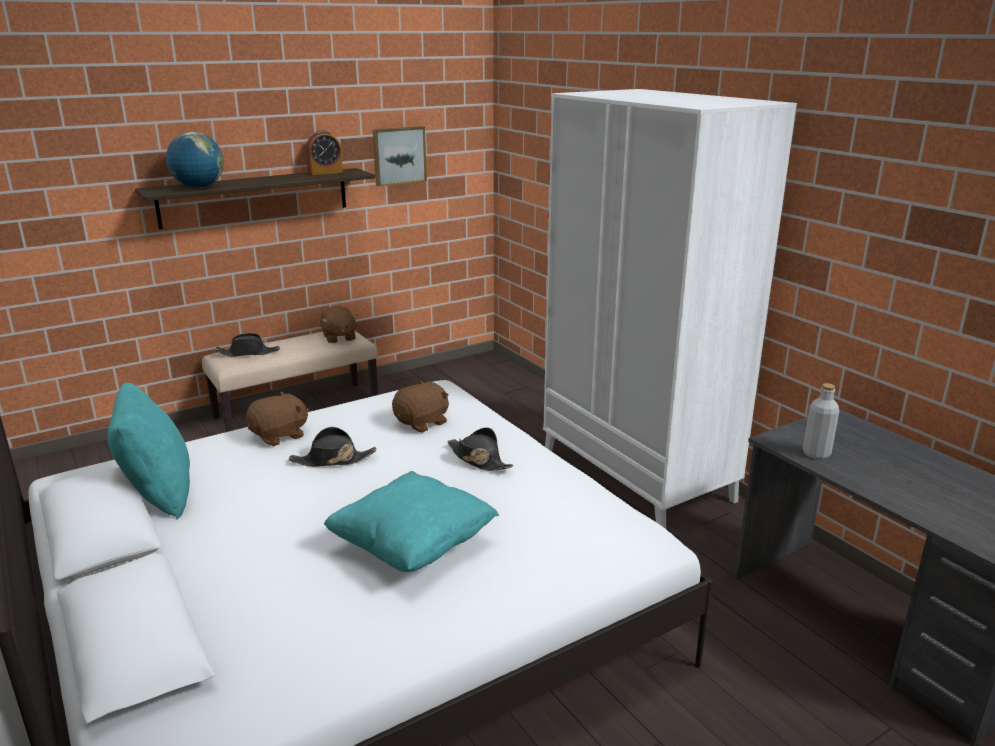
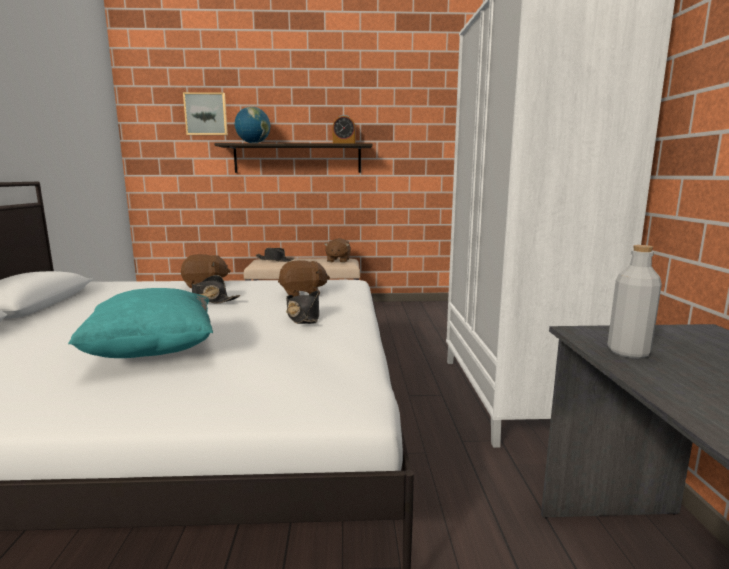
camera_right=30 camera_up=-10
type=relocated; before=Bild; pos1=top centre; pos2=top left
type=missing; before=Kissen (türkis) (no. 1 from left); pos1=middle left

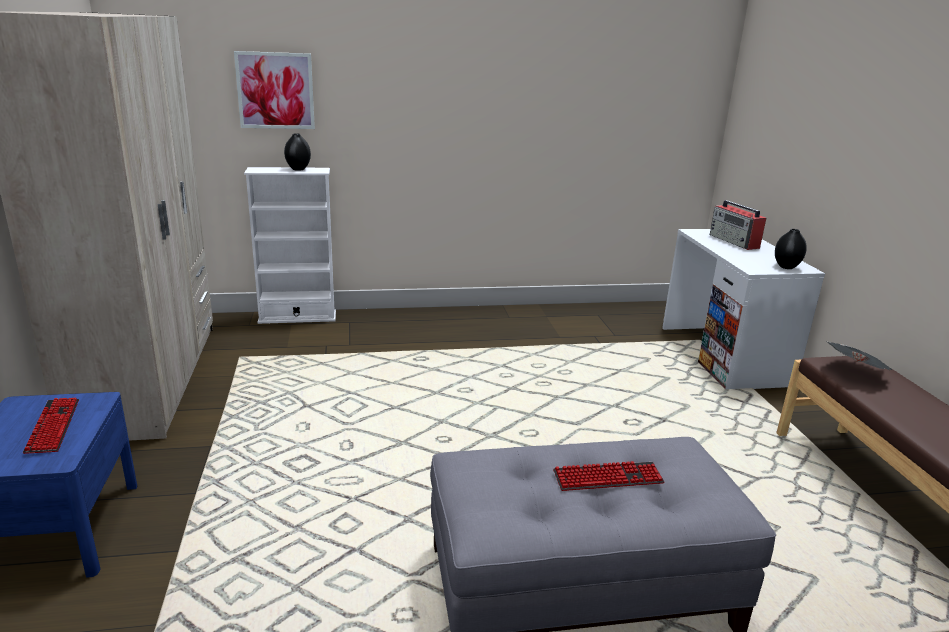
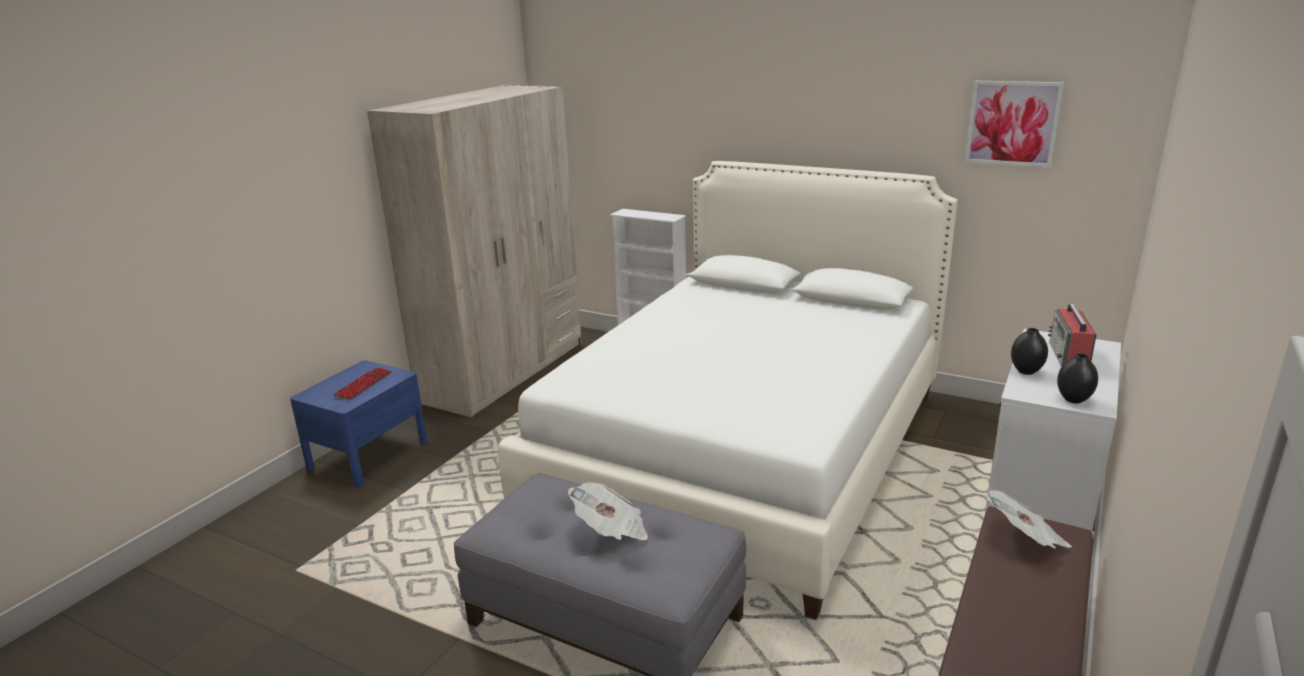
camera_right=40 camera_up=0
type=appeared; after=Bett (weiß); pos2=centre
type=exchanged; before=Tastatur (no. 2 from left); after=Zeitung (no. 1 from left); pos1=bottom centre; pos2=bottom centre
type=relocated; before=Bild; pos1=top left; pos2=top right
type=relocated; before=Vase (schwarz) (no. 1 from left); pos1=top left; pos2=middle right

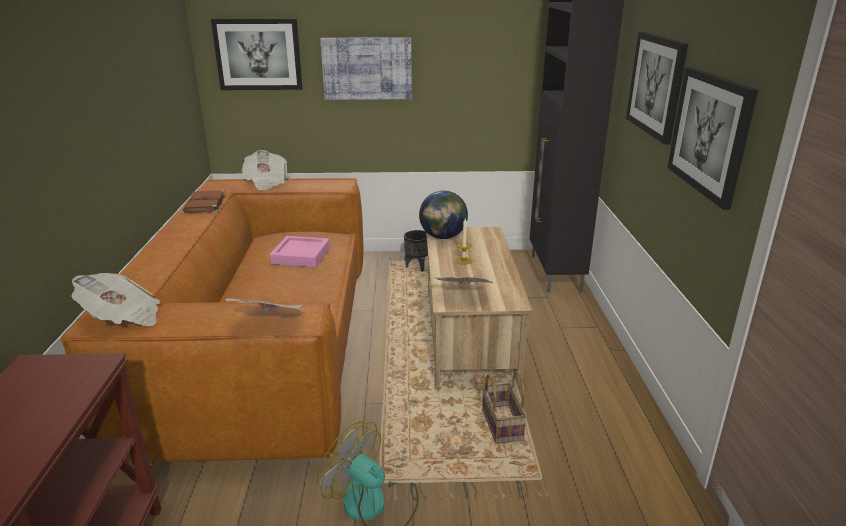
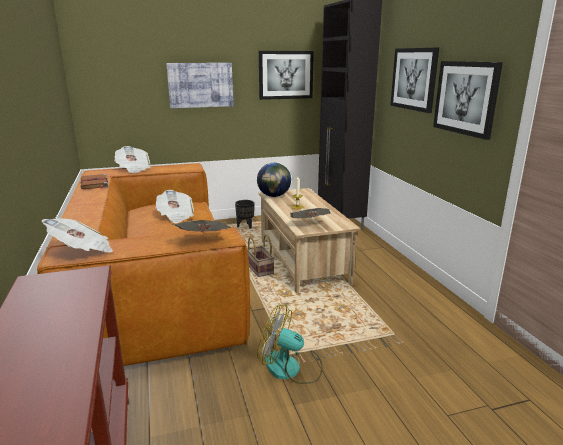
camera_right=-15 camera_up=-5
type=exchanged; before=Tablett (rosa); after=Zeitung (no. 3 from left); pos1=centre; pos2=middle left
type=relocated; before=Korb; pos1=bottom centre; pos2=centre
type=relocated; before=Bild (no. 1 from left in the first image); after=Bild (no. 2 from left); pos1=top left; pos2=top centre

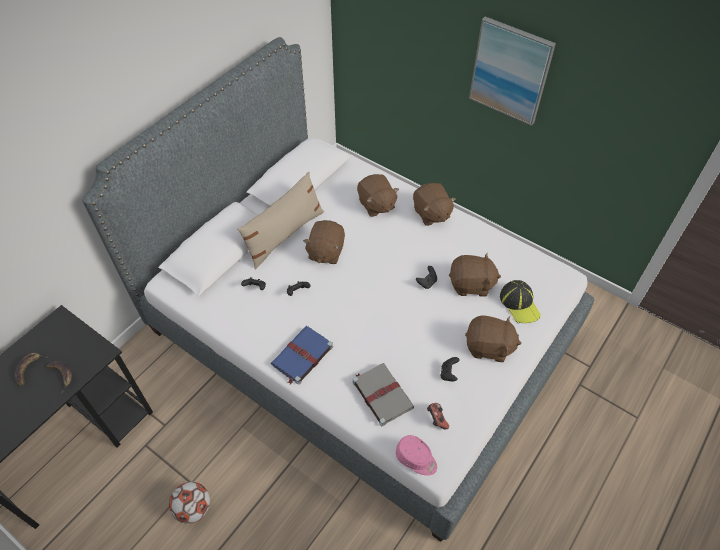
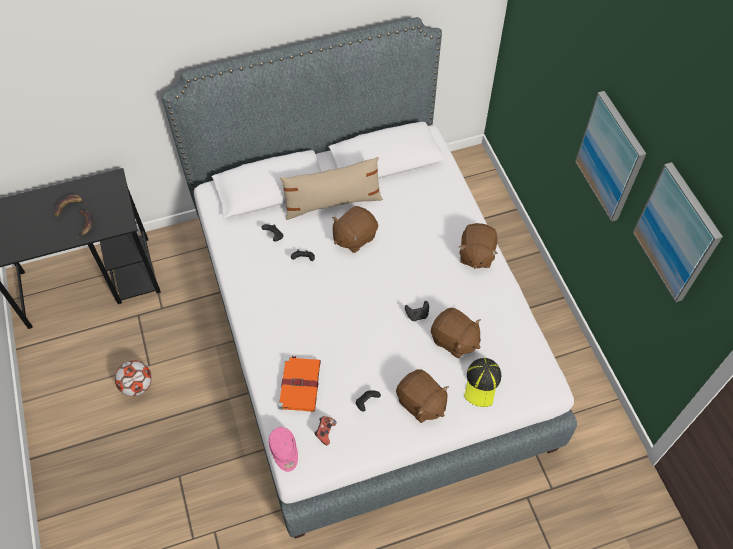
camera_right=35 camera_up=5
type=colour; before=Buch (grau); after=Buch (orange); pos1=bottom centre; pos2=bottom centre
type=appeared; after=Bild (no. 2 from left); pos2=middle right
type=missing; before=Buch (blau); pos1=centre
type=missing; before=Plüschtier (braun) (no. 2 from left); pos1=centre

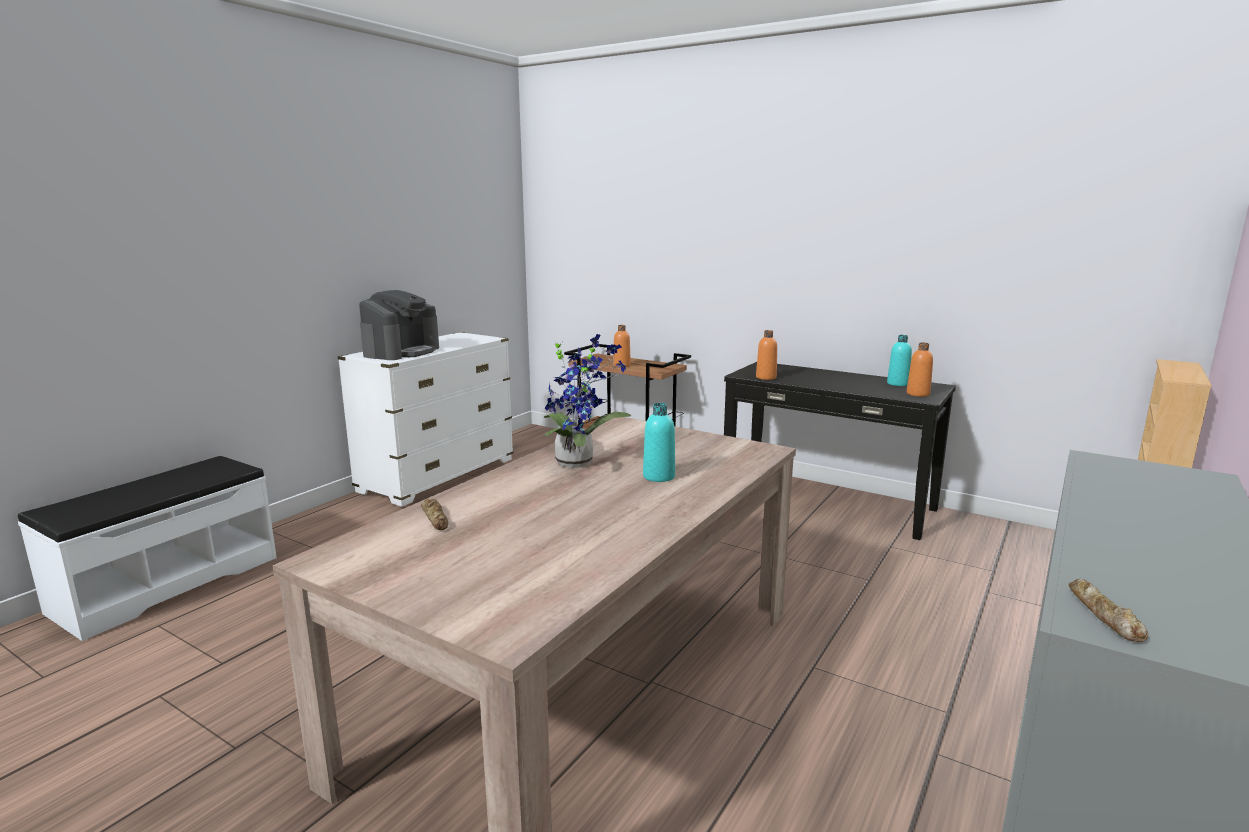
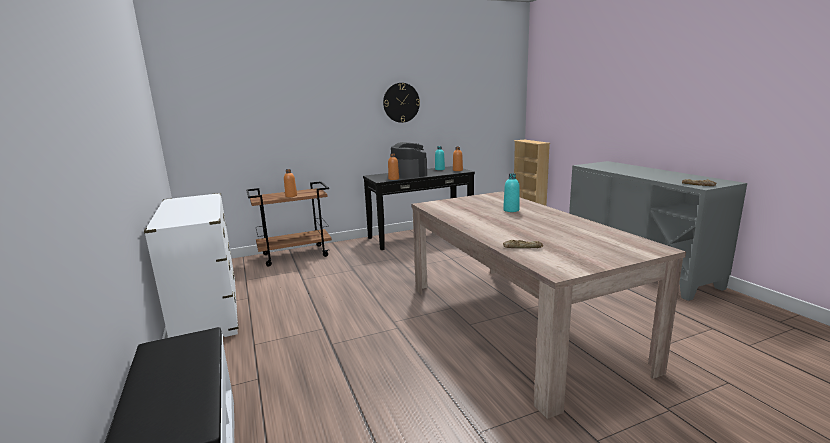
camera_right=-55 camera_up=0
type=appeared; after=Wanduhr; pos2=top centre
type=relocated; before=Kaffeemaschine; pos1=middle left; pos2=centre
type=missing; before=Topfpflanze; pos1=centre

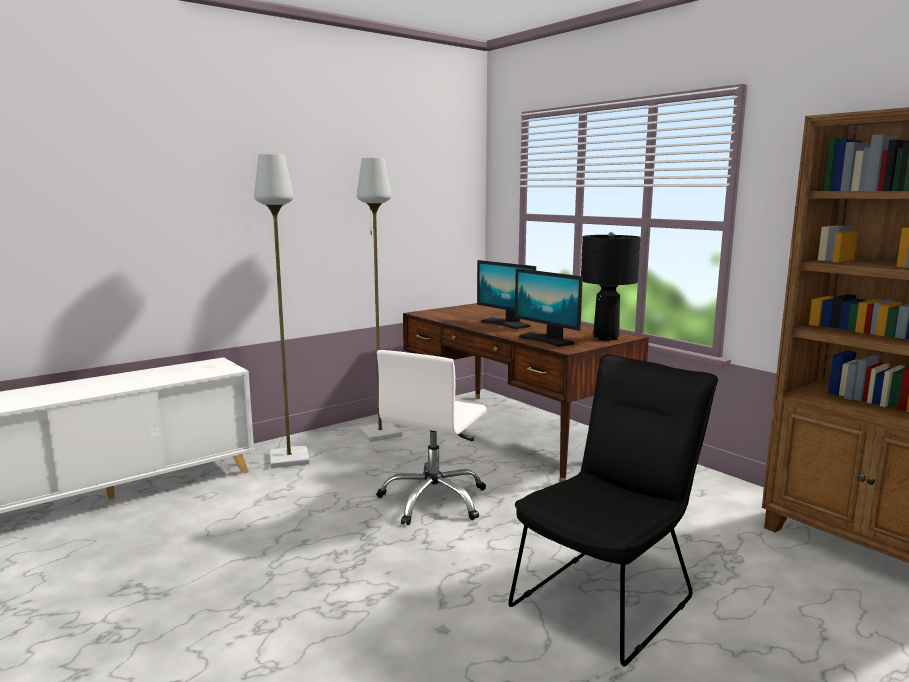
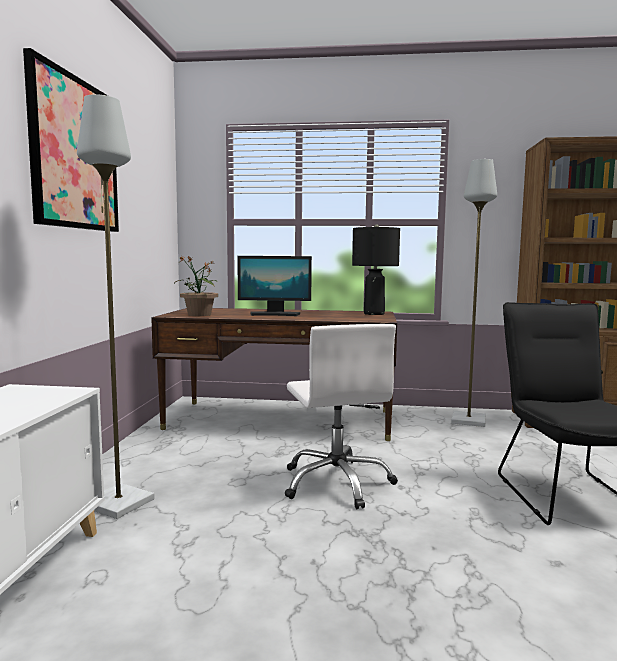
camera_right=-45 camera_up=-5
type=appeared; after=Bild; pos2=top left
type=appeared; after=Topfpflanze; pos2=middle left
type=relocated; before=Stehlampe (grau) (no. 2 from left); pos1=centre; pos2=middle right
type=missing; before=Monitor (no. 2 from left); pos1=centre

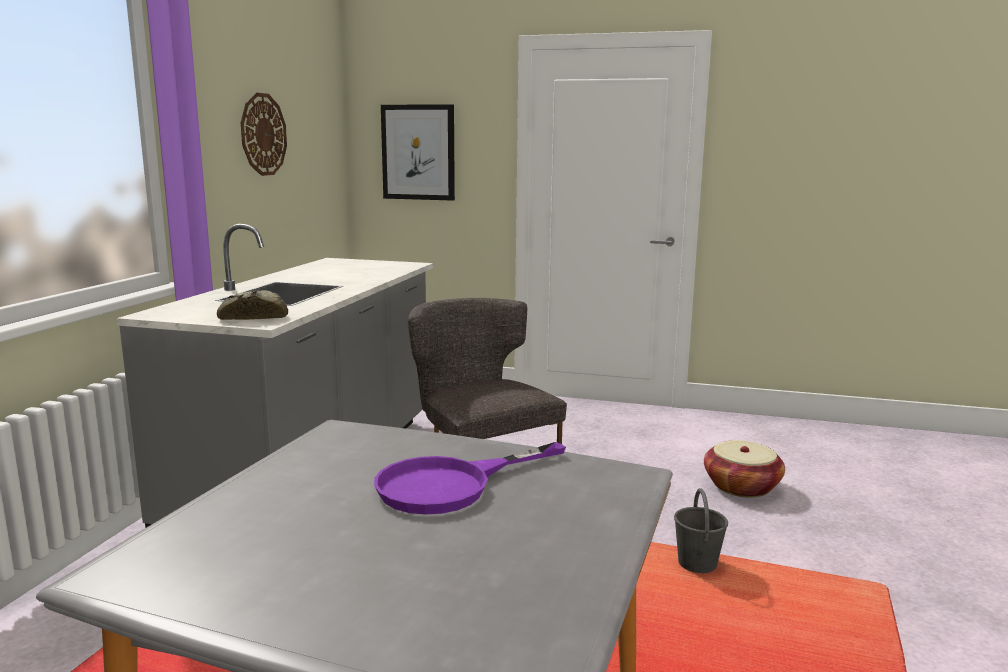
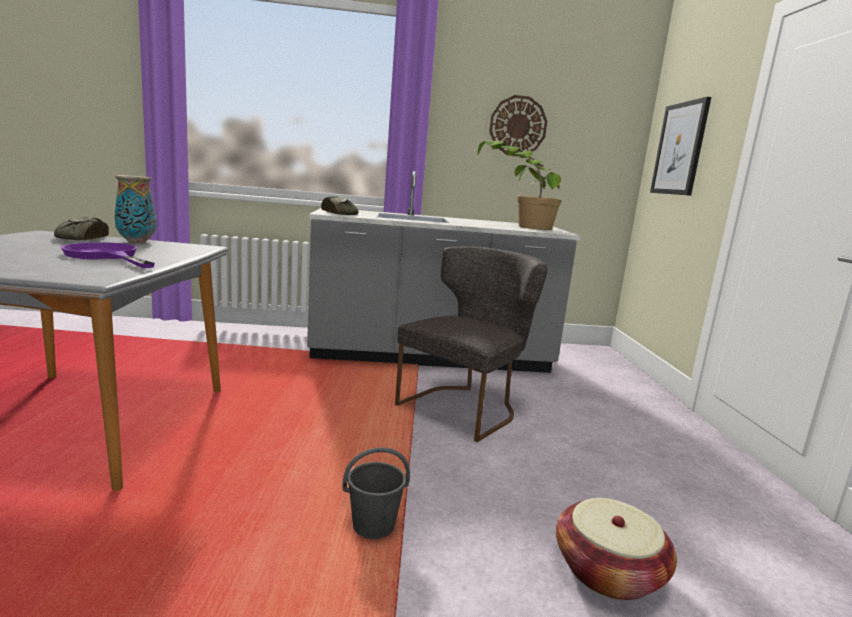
camera_right=70 camera_up=0
type=appeared; after=Brot (no. 1 from left); pos2=middle left
type=appeared; after=Vase; pos2=middle left
type=appeared; after=Topfpflanze; pos2=top centre

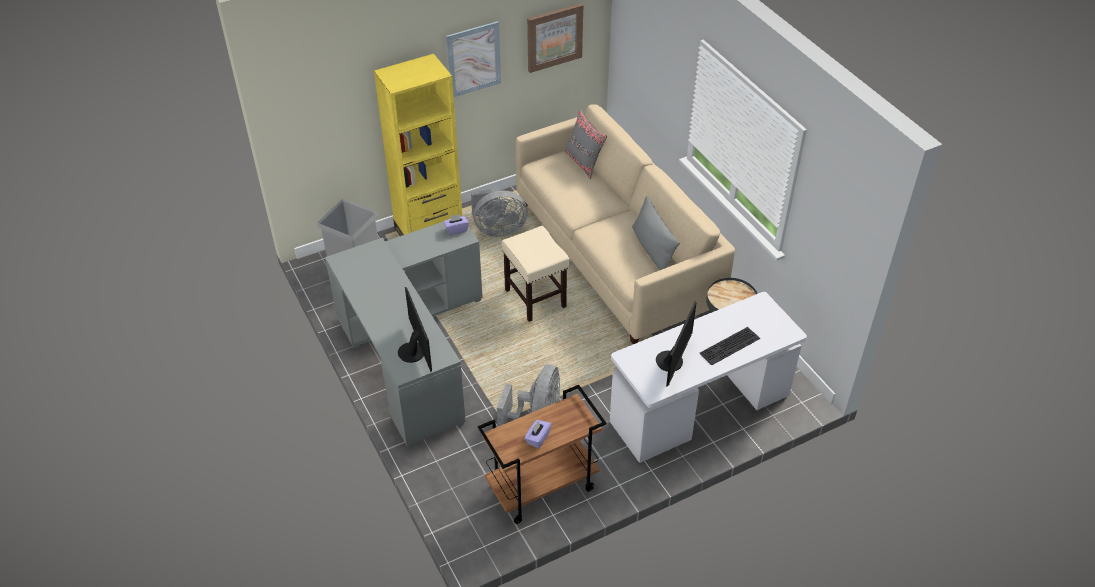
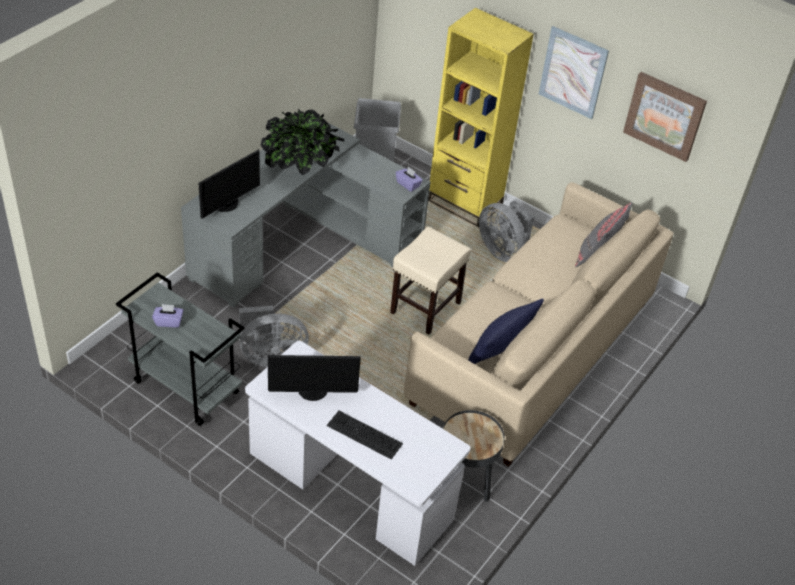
camera_right=60 camera_up=0
type=colour; before=Rollwagen (braun); after=Rollwagen (grau); pos1=bottom centre; pos2=middle left
type=appeared; after=Topfpflanze; pos2=top centre
type=colour; before=Kissen (grau) (no. 2 from left); after=Kissen (blau); pos1=centre; pos2=centre

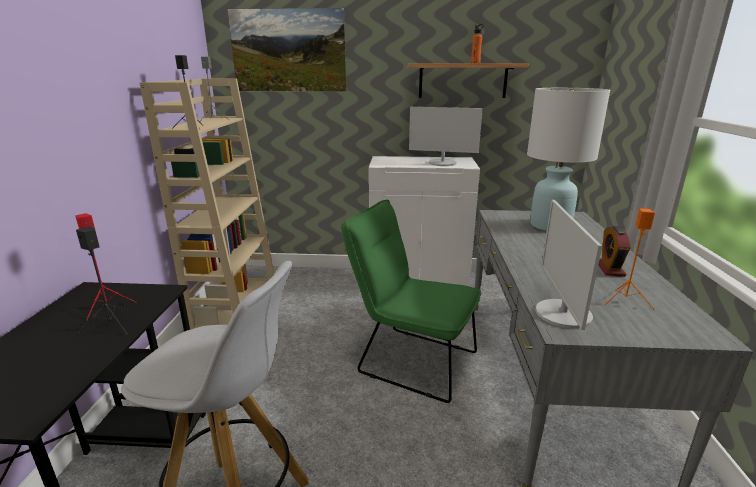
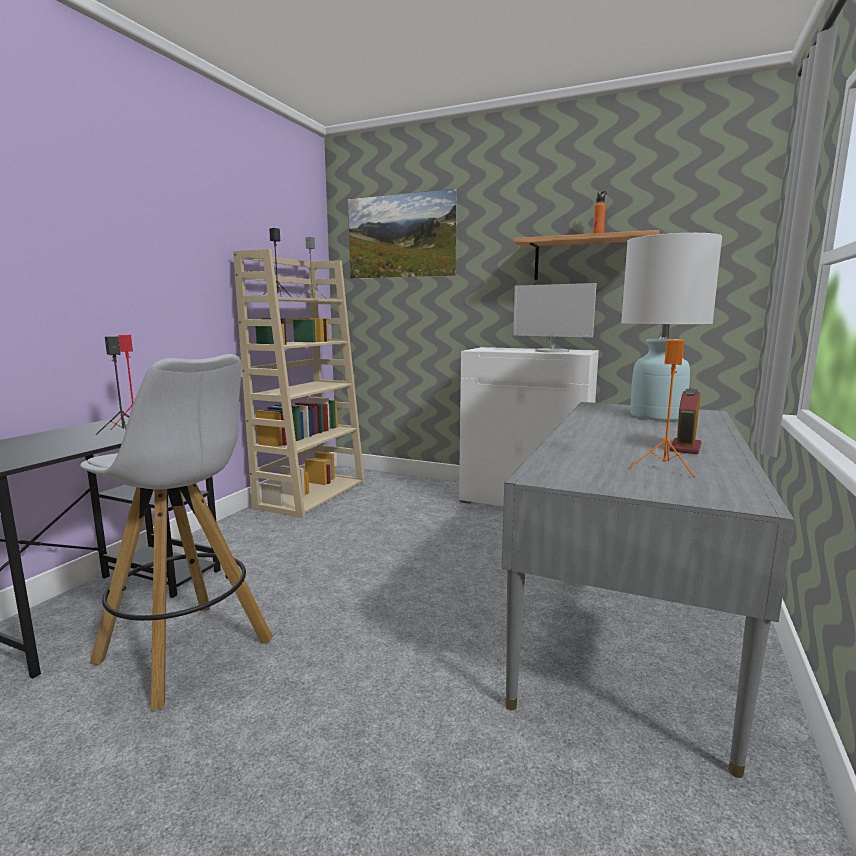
camera_right=20 camera_up=-10
type=missing; before=Stuhl (grün); pos1=centre
type=missing; before=Monitor (no. 2 from left); pos1=middle right

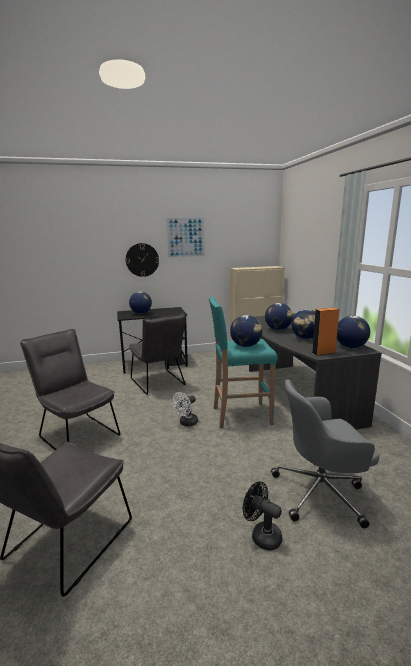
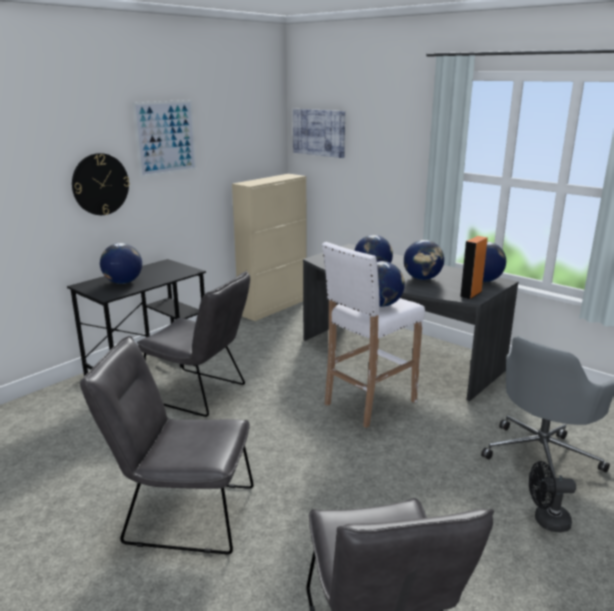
camera_right=-35 camera_up=5
type=appeared; after=Bild (no. 2 from left); pos2=top centre
type=colour; before=Hocker (türkis); after=Hocker (weiß); pos1=centre; pos2=centre
type=missing; before=Ventilator (weiß); pos1=centre

